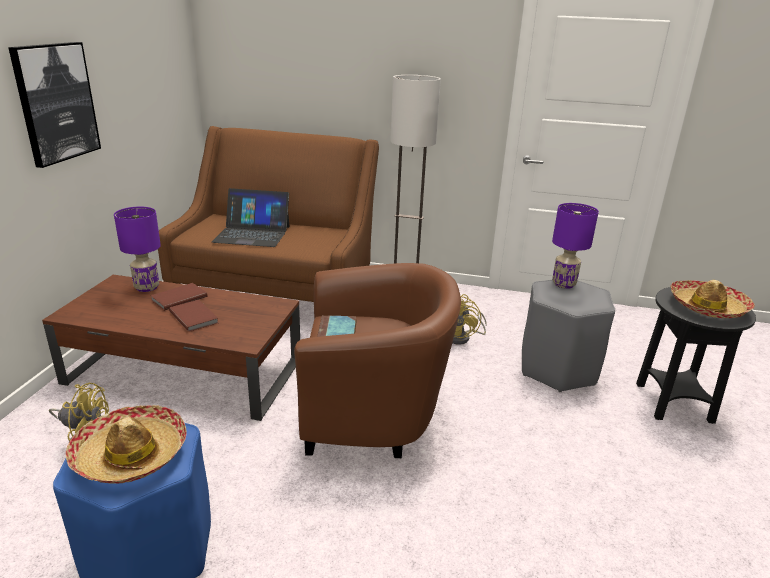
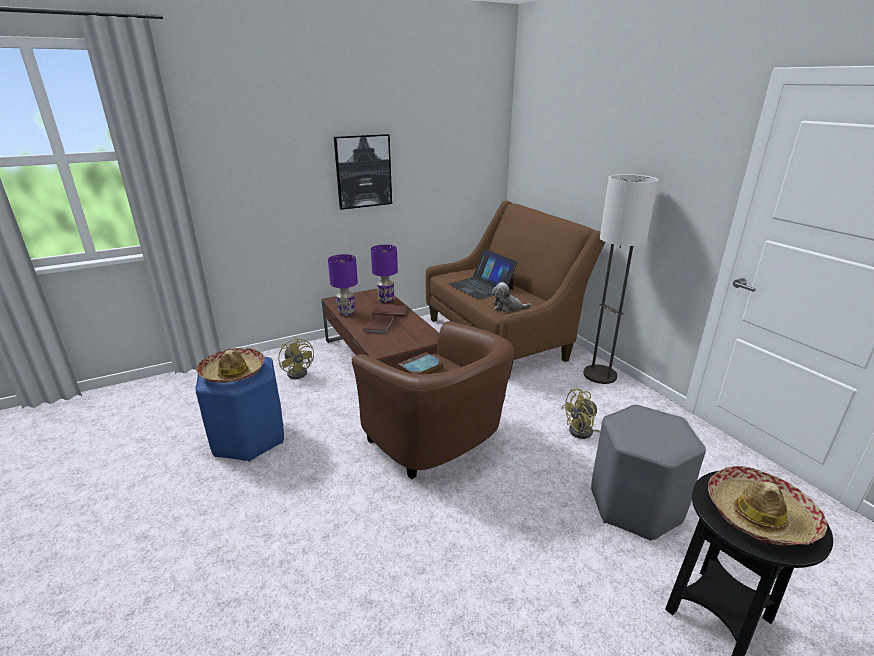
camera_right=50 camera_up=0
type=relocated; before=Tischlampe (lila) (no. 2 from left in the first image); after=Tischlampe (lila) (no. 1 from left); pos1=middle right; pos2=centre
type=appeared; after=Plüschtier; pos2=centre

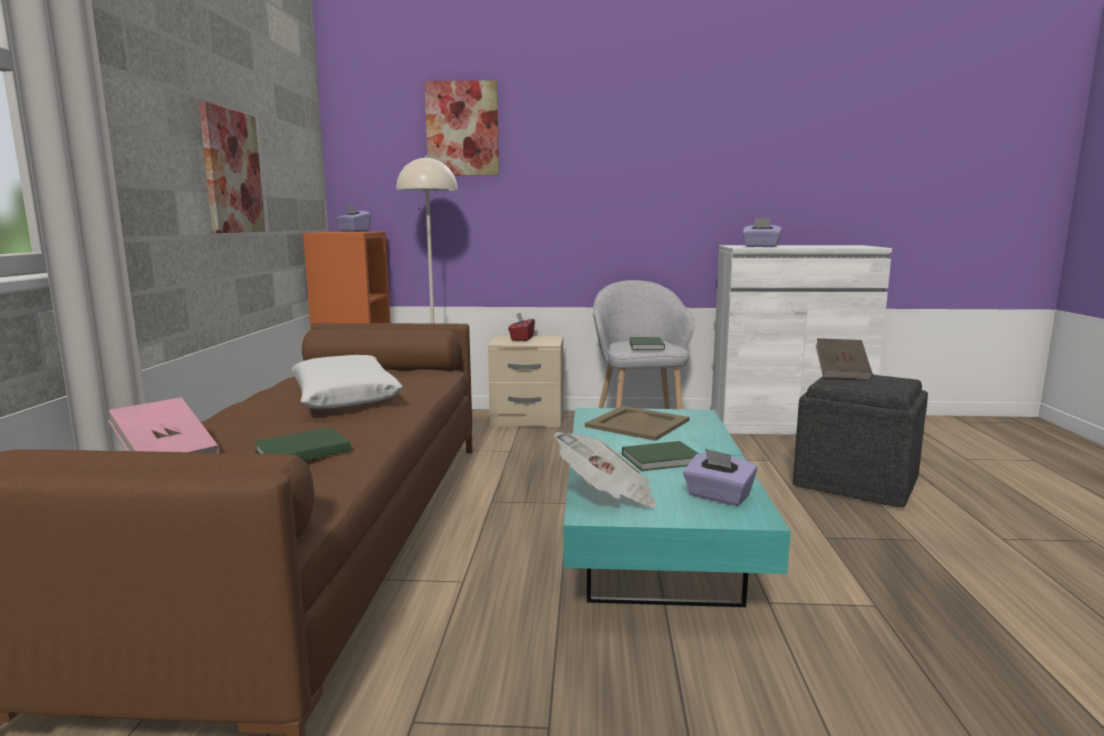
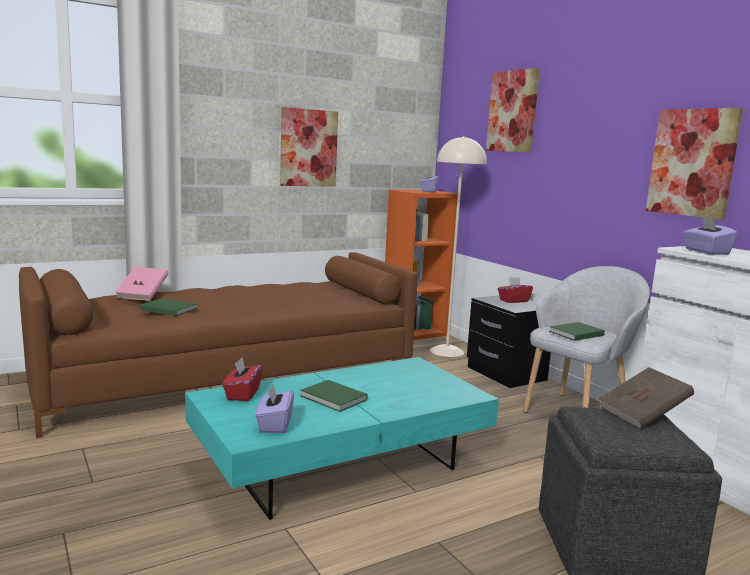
camera_right=55 camera_up=0
type=exchanged; before=Zeitung; after=Taschentuchbox (rot) (no. 1 from left); pos1=centre; pos2=middle left
type=colour; before=Nachttisch (beige); after=Nachttisch (schwarz); pos1=centre; pos2=middle right
type=appeared; after=Bild (no. 3 from left); pos2=top right
type=missing; before=Kissen (weiß); pos1=middle left
type=missing; before=Tablett (beige); pos1=centre

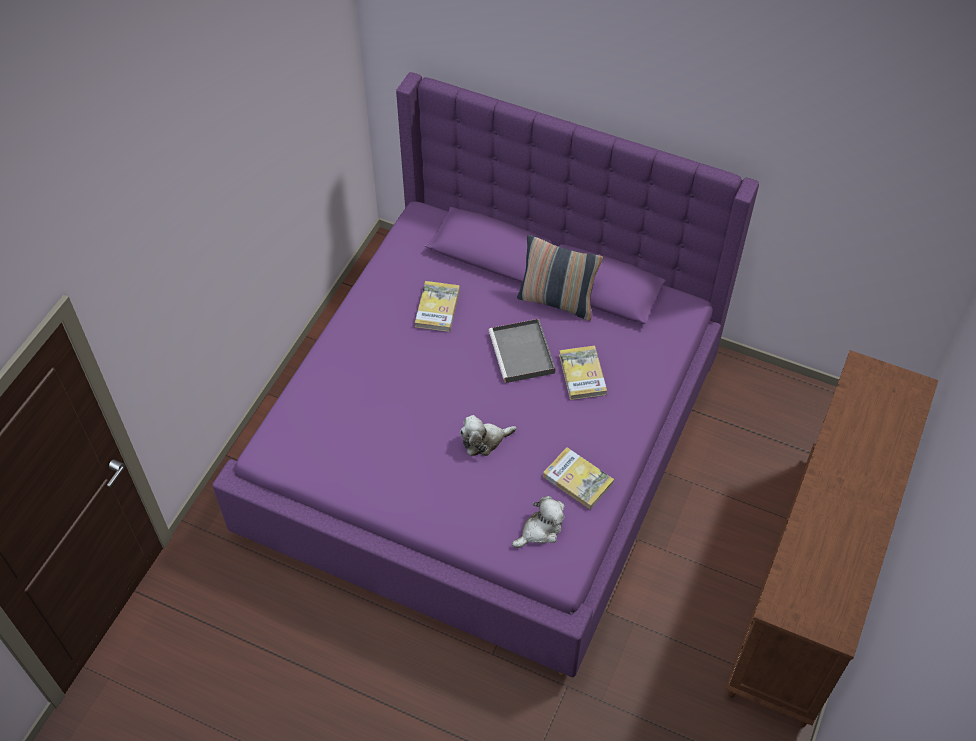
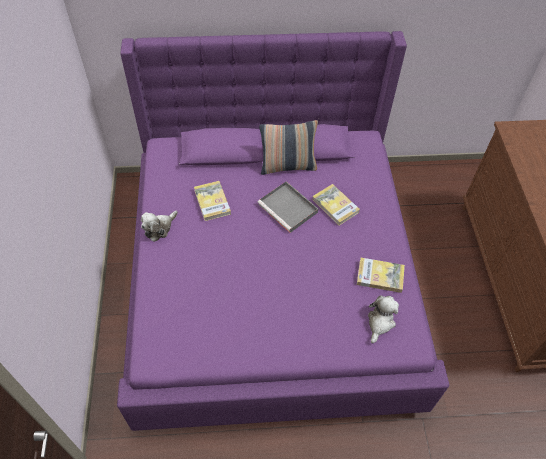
camera_right=-30 camera_up=0
type=relocated; before=Plüschtier (no. 1 from left); pos1=centre; pos2=middle left

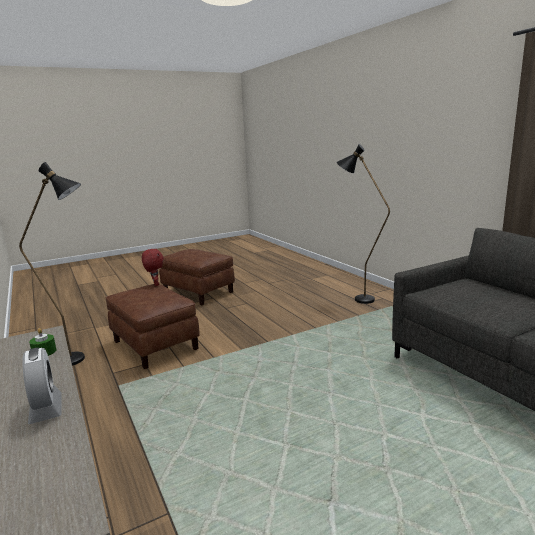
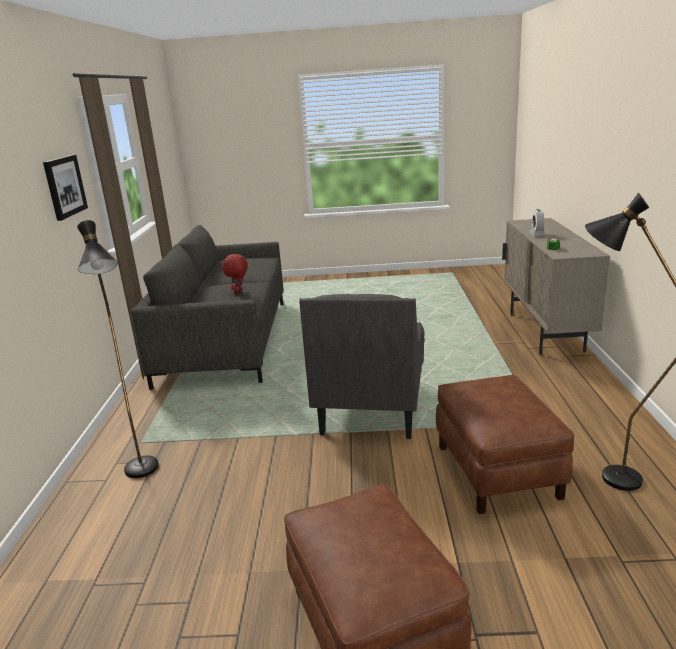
camera_right=-150 camera_up=5
type=appeared; after=Bild; pos2=top left
type=relocated; before=Plüschtier (rot); pos1=middle left; pos2=centre
type=appeared; after=Sessel (grau); pos2=centre

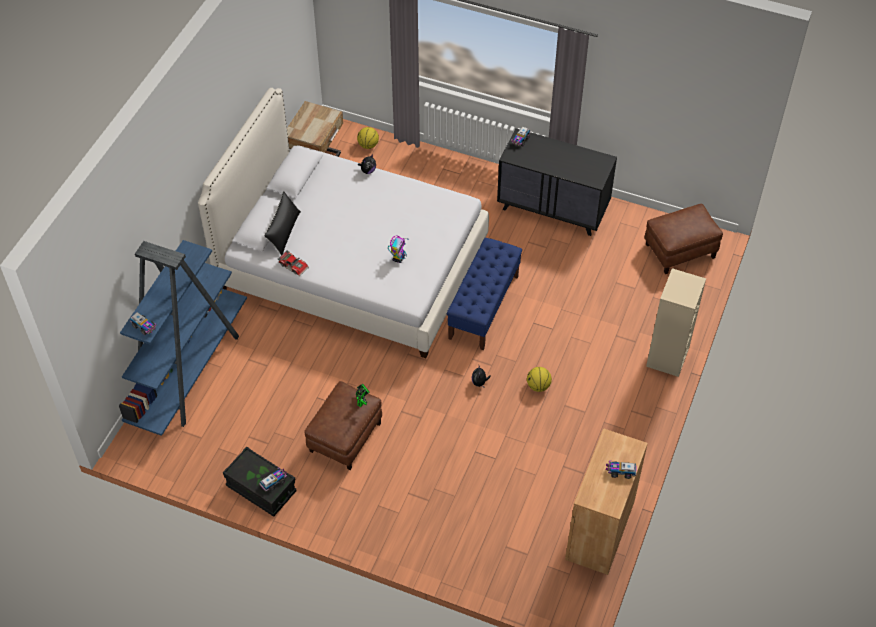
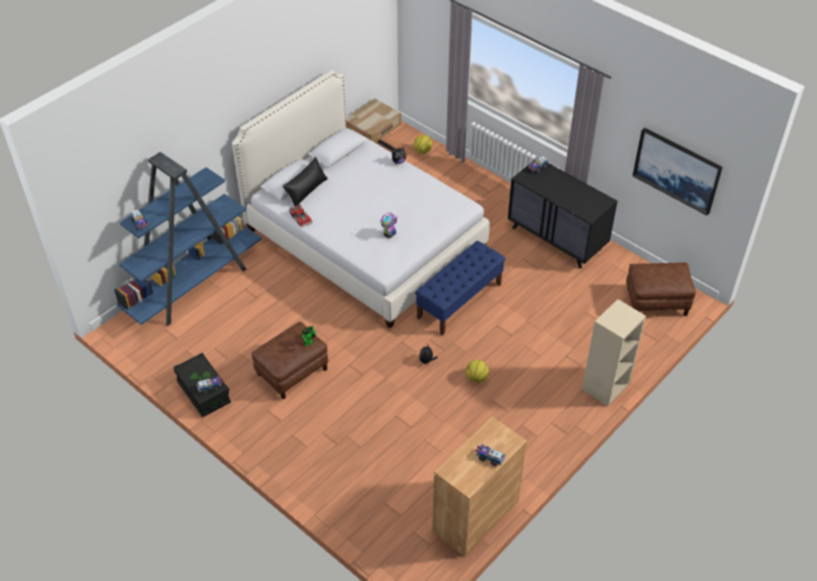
camera_right=20 camera_up=-5
type=appeared; after=Bild; pos2=top right

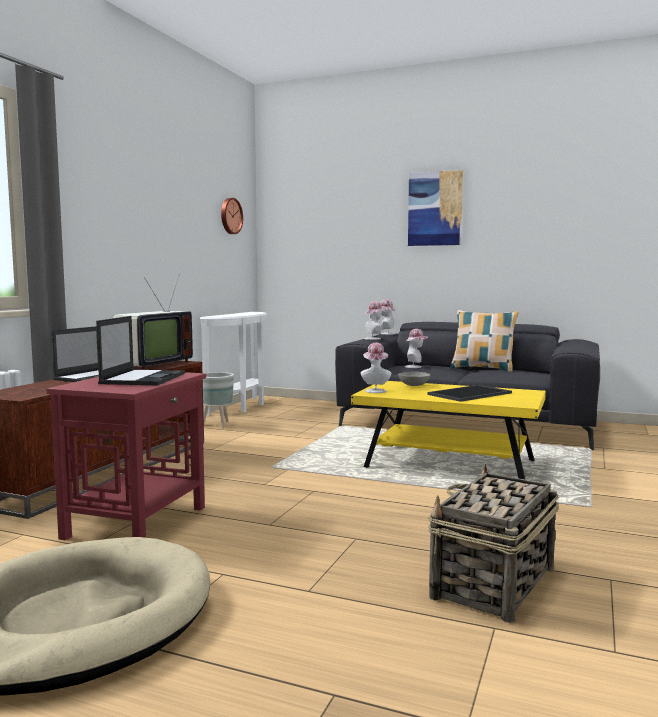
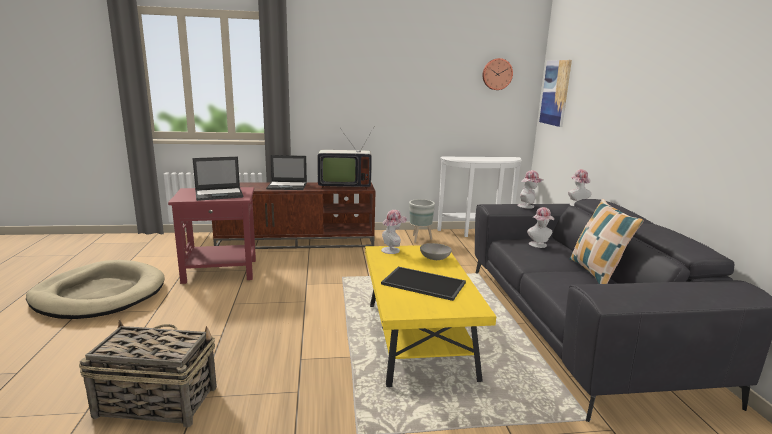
camera_right=60 camera_up=10
type=relocated; before=Bild; pos1=top centre; pos2=top right

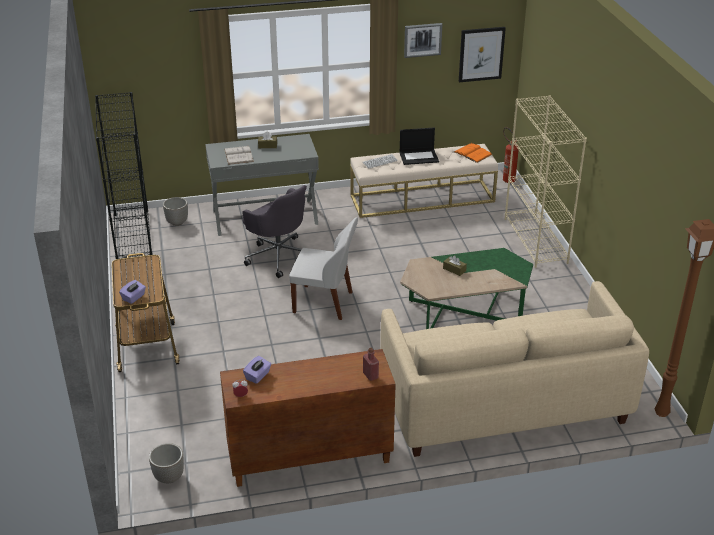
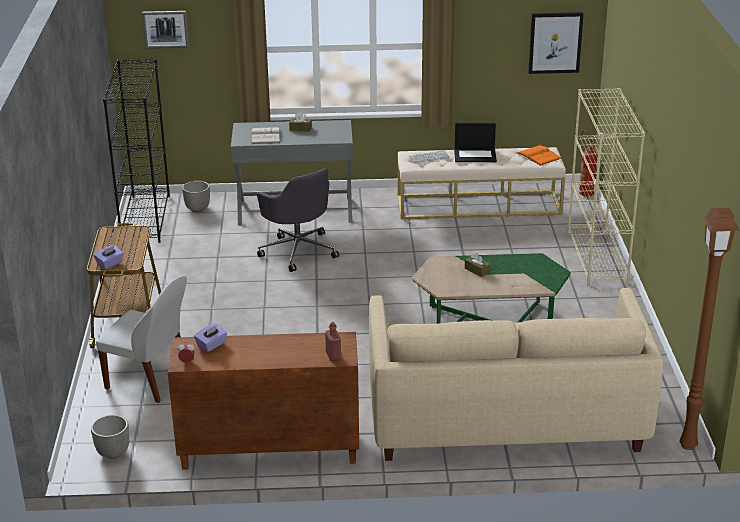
camera_right=10 camera_up=-5
type=relocated; before=Stuhl (weiß); pos1=centre; pos2=middle left
type=relocated; before=Bild (no. 1 from left); pos1=top centre; pos2=top left

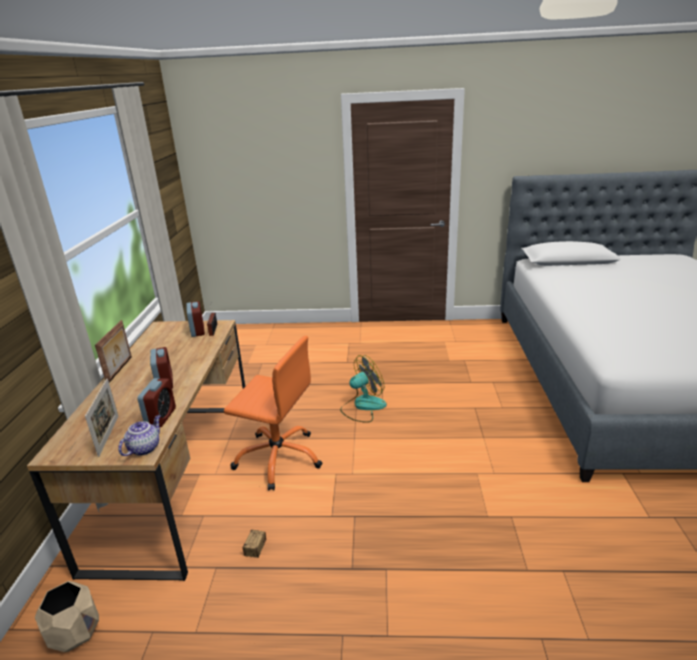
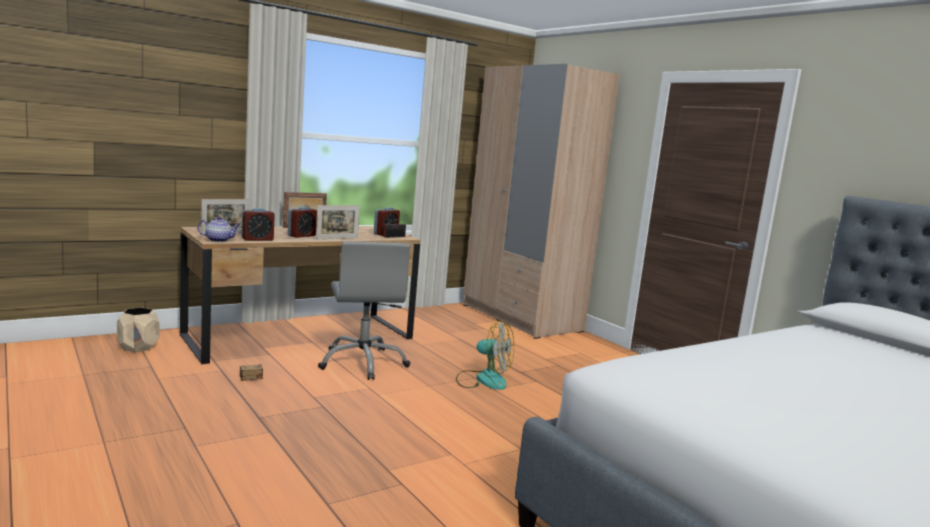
camera_right=50 camera_up=-15
type=appeared; after=Bilderrahmen (no. 3 from left); pos2=centre
type=colour; before=Bürostuhl (orange); after=Bürostuhl (grau); pos1=centre; pos2=centre
type=appeared; after=Kleiderschrank (beige); pos2=centre

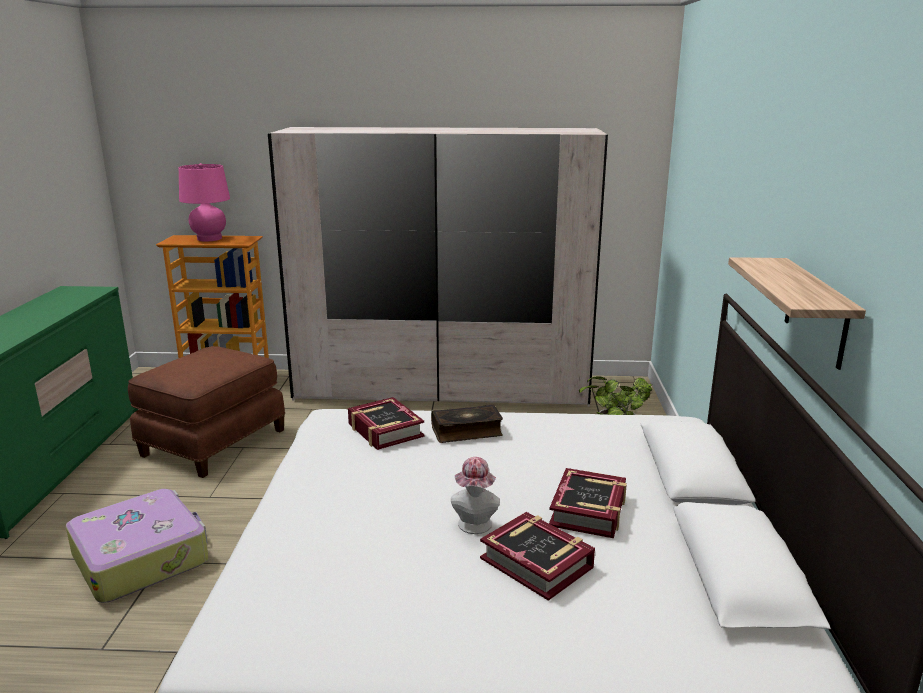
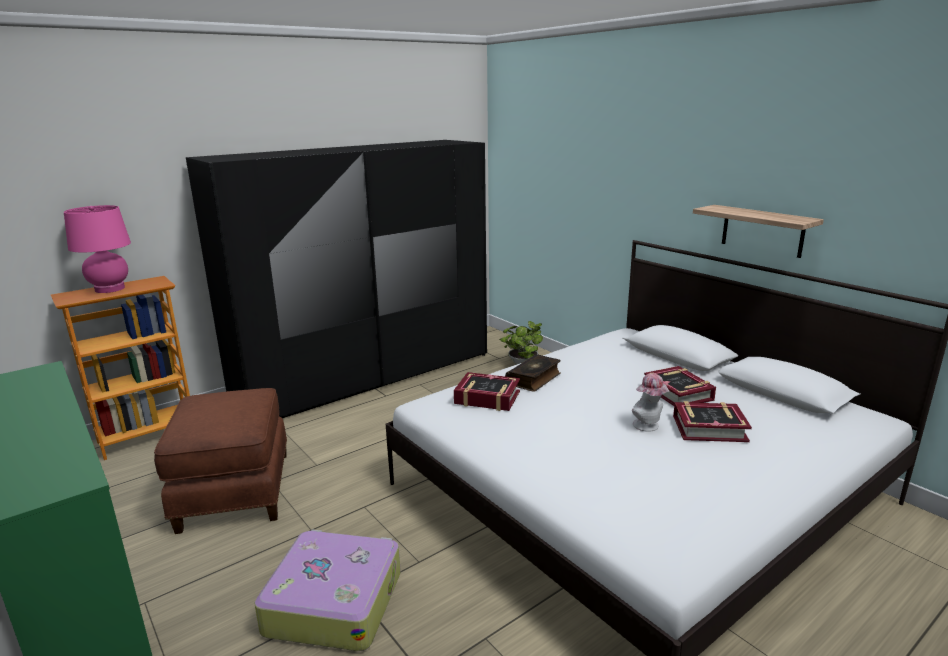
camera_right=-40 camera_up=0
type=colour; before=Kleiderschrank (weiß); after=Kleiderschrank (schwarz); pos1=centre; pos2=centre

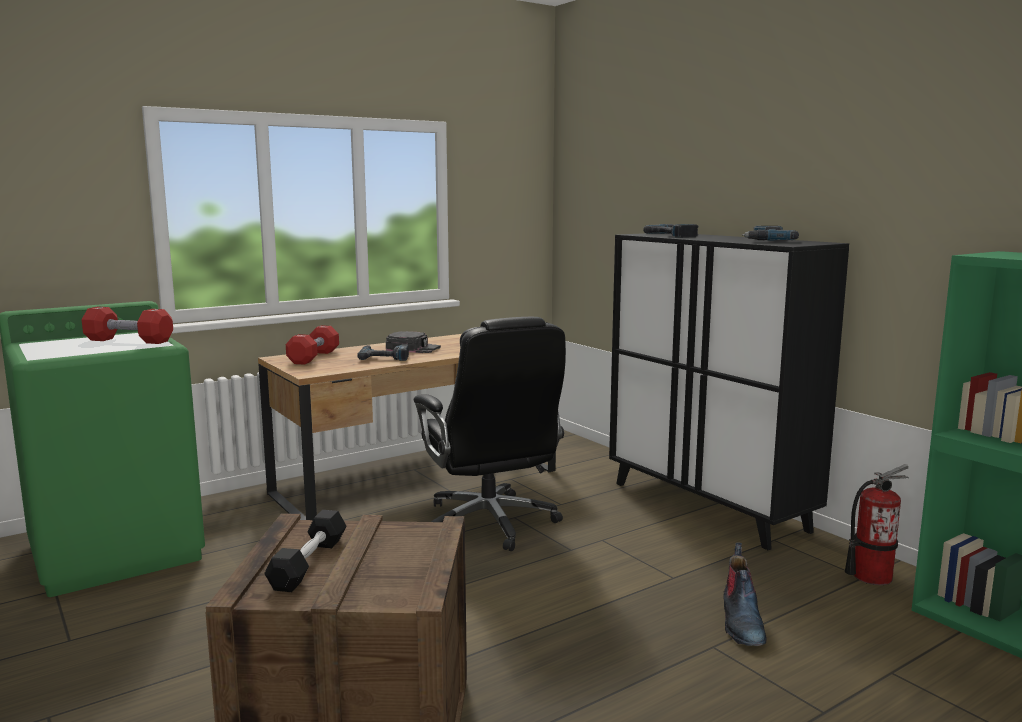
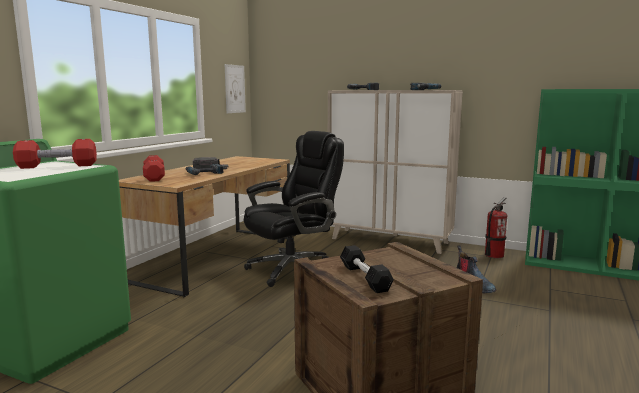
camera_right=-30 camera_up=0
type=appeared; after=Bild; pos2=top centre
type=spun; before=Bürostuhl (schwarz); pos1=centre; pos2=centre; turn=-75
type=colour; before=Schrank (schwarz); after=Schrank (beige); pos1=middle right; pos2=centre

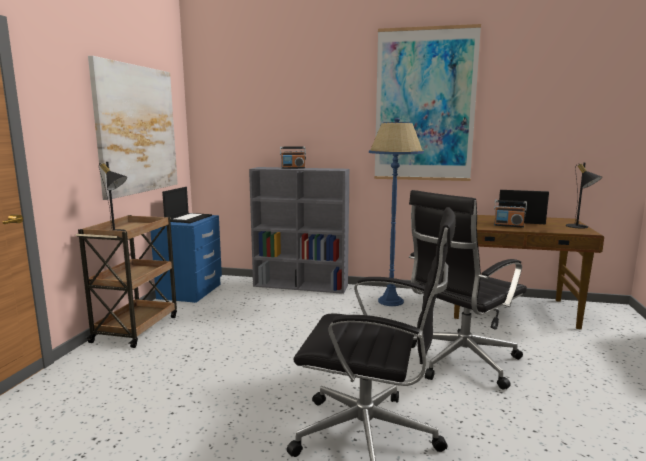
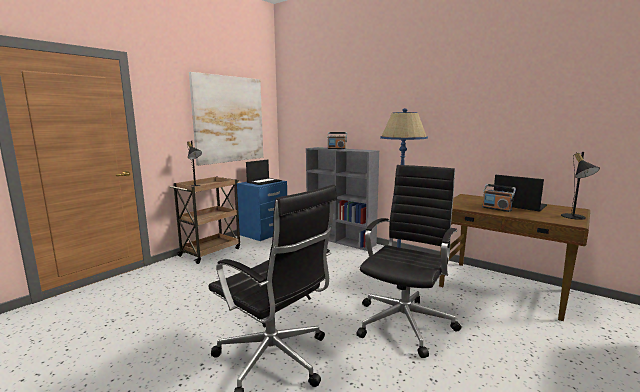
camera_right=25 camera_up=0
type=spun; before=Bürostuhl (schwarz) (no. 2 from left); pos1=middle right; pos2=centre; turn=135
type=missing; before=Bild (no. 2 from left); pos1=top centre

